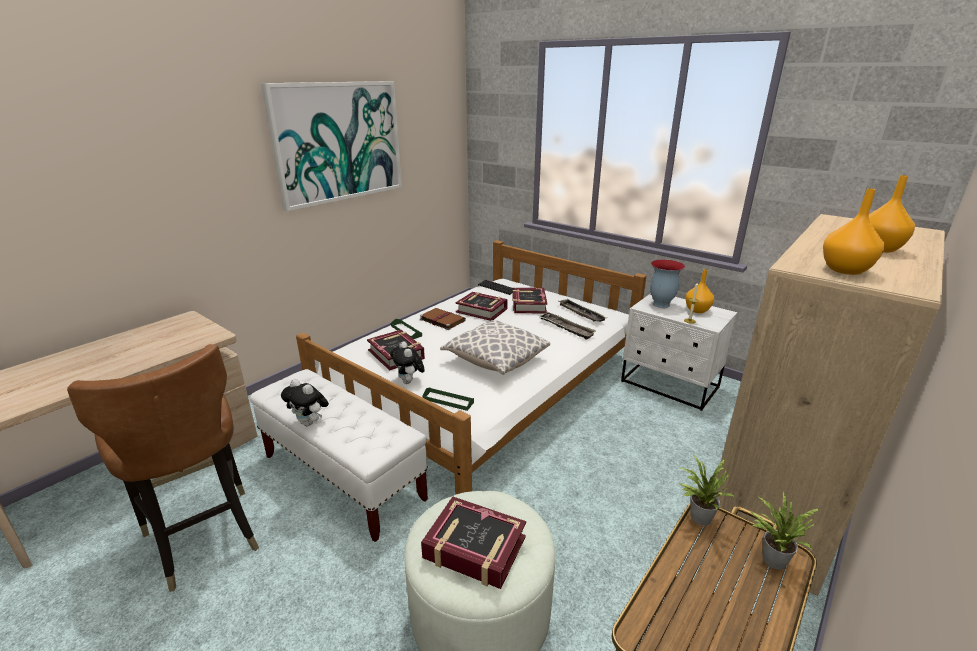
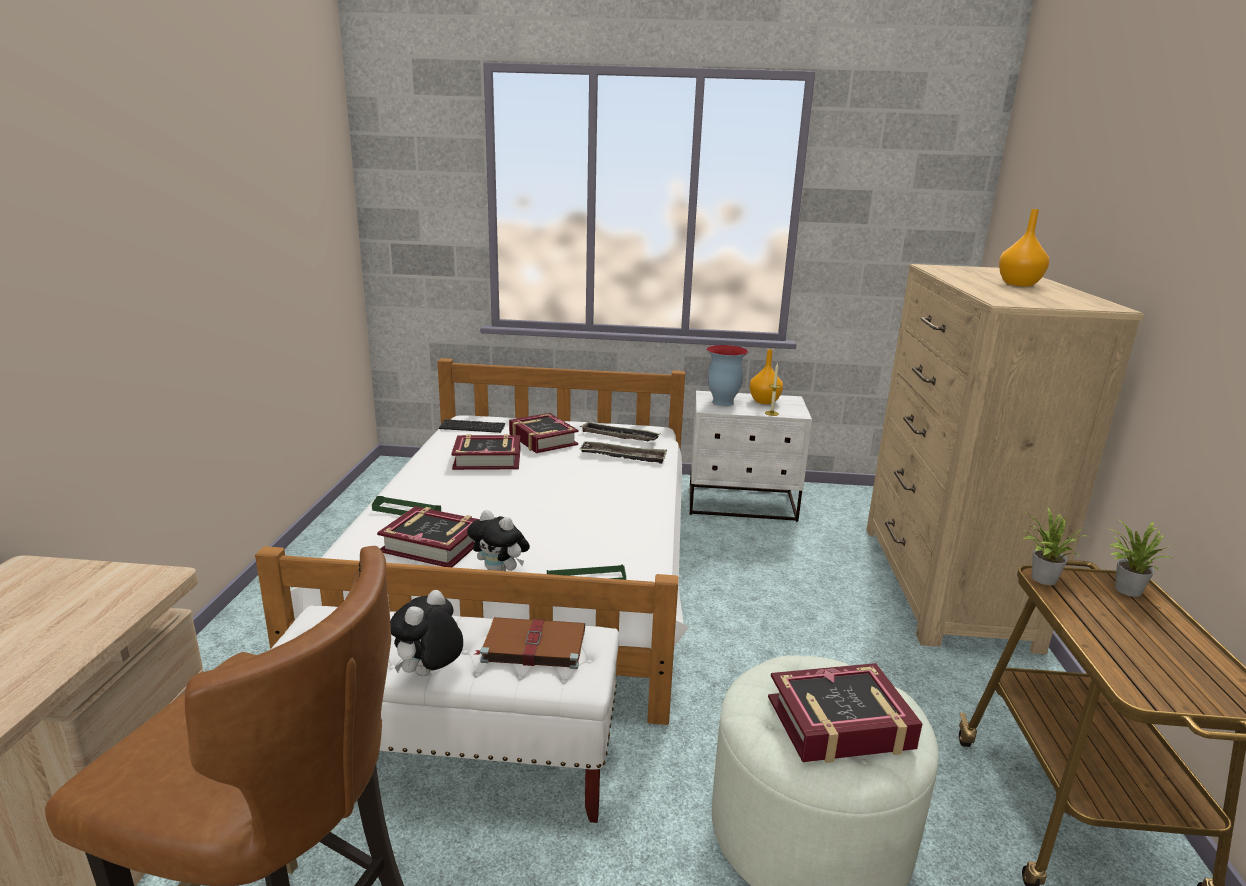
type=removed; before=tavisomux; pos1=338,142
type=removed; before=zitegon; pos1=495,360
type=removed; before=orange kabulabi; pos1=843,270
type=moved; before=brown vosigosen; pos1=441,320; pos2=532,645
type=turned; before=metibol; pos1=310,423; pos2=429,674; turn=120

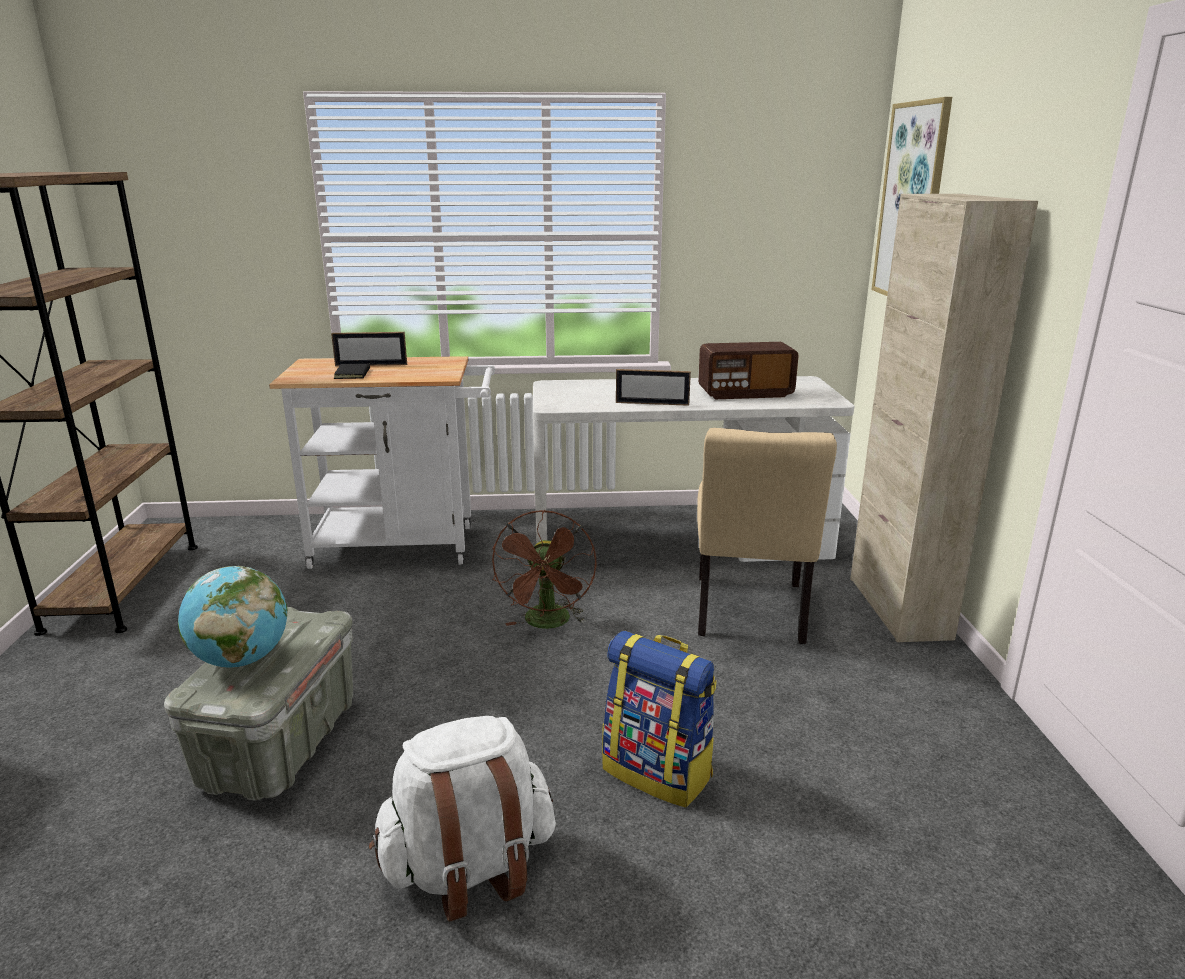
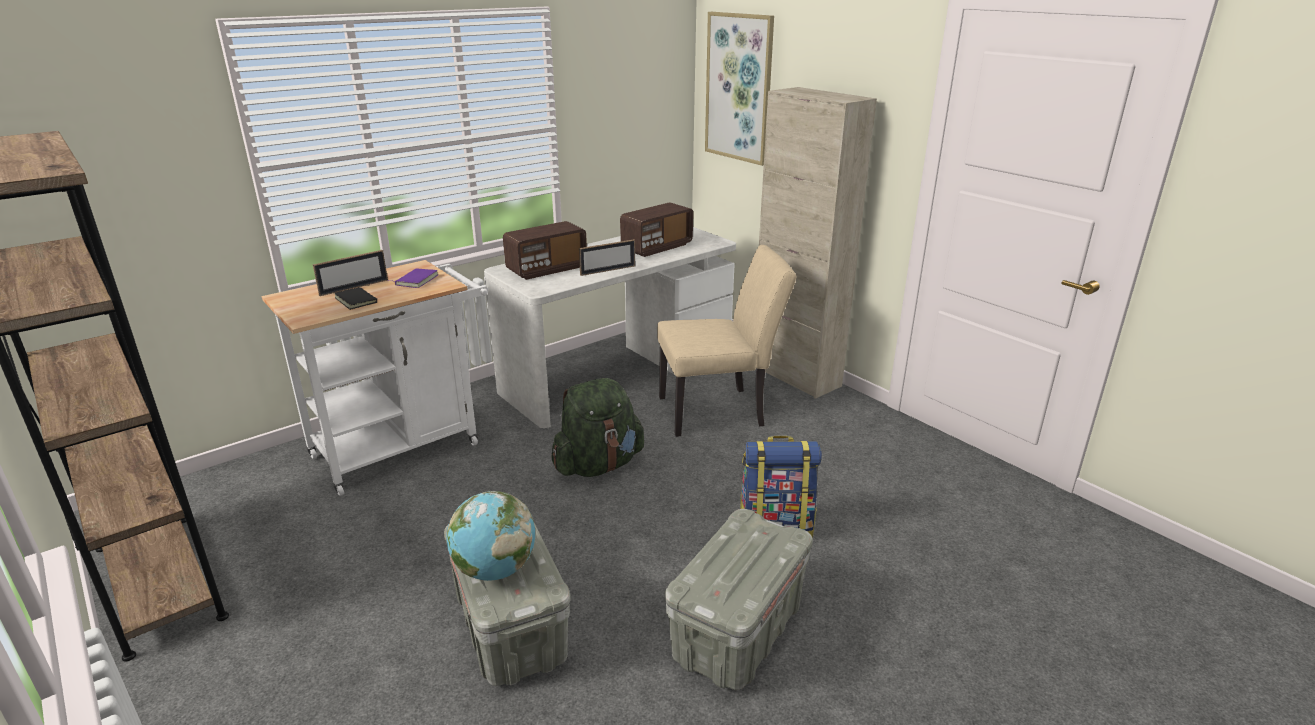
type=added; after=purple vosigosen; pos2=416,280
type=added; after=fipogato; pos2=546,269
type=replaced; before=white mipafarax; after=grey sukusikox; pos1=469,868; pos2=737,634
type=replaced; before=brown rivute; after=green mipafarax; pos1=548,624; pos2=598,465
type=turned; before=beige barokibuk; pos1=749,615; pos2=719,411; turn=-75

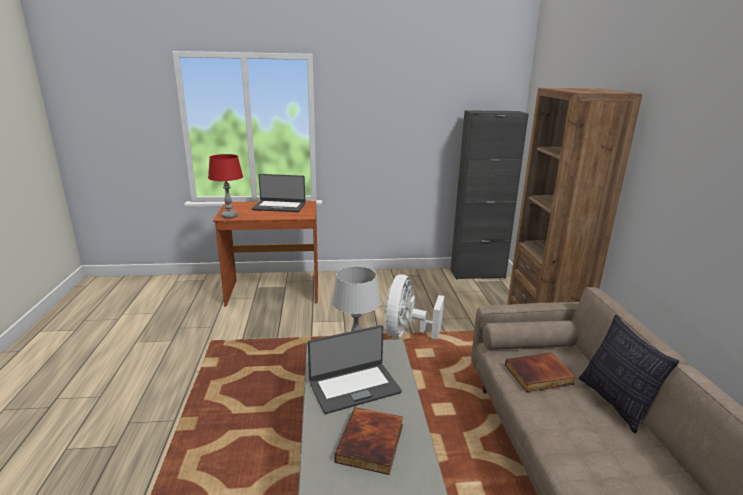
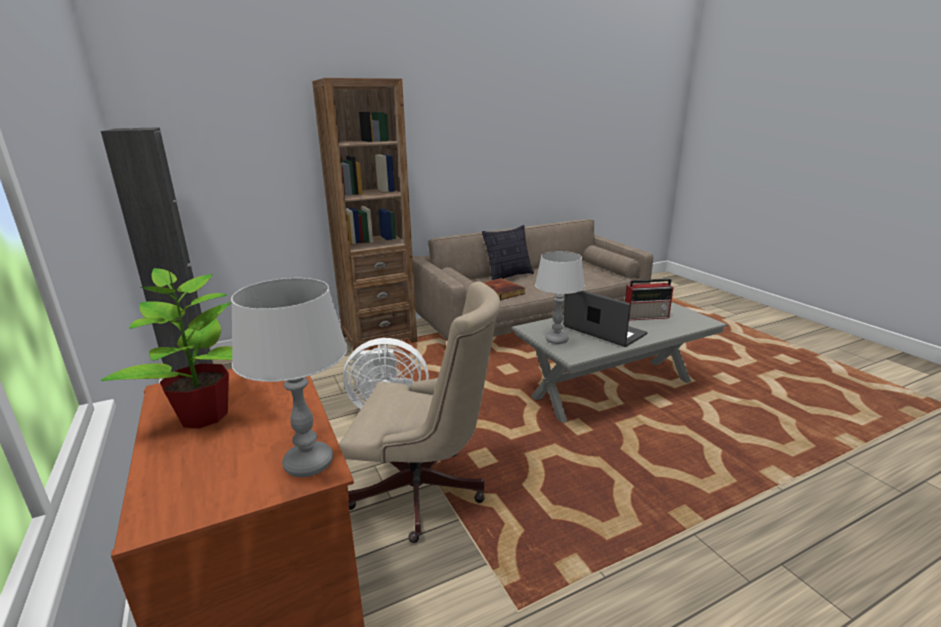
type=added; after=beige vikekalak; pos2=426,493
type=replaced; before=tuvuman; after=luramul; pos1=279,206; pos2=203,417
type=replaced; before=vosigosen; after=fipogato; pos1=371,443; pos2=646,316
type=recoloured; before=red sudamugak; after=grey sudamugak; pos1=229,216; pos2=309,463

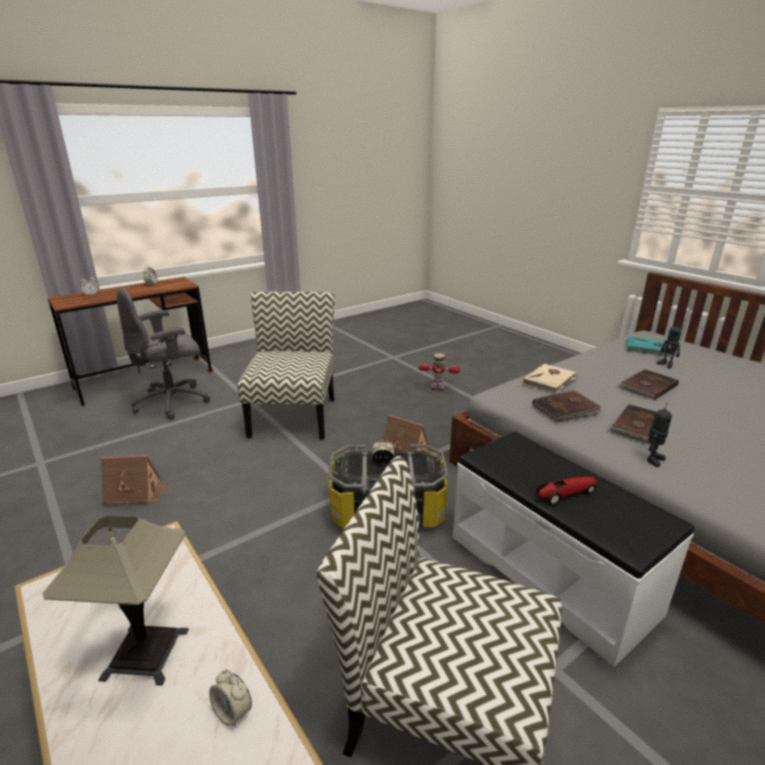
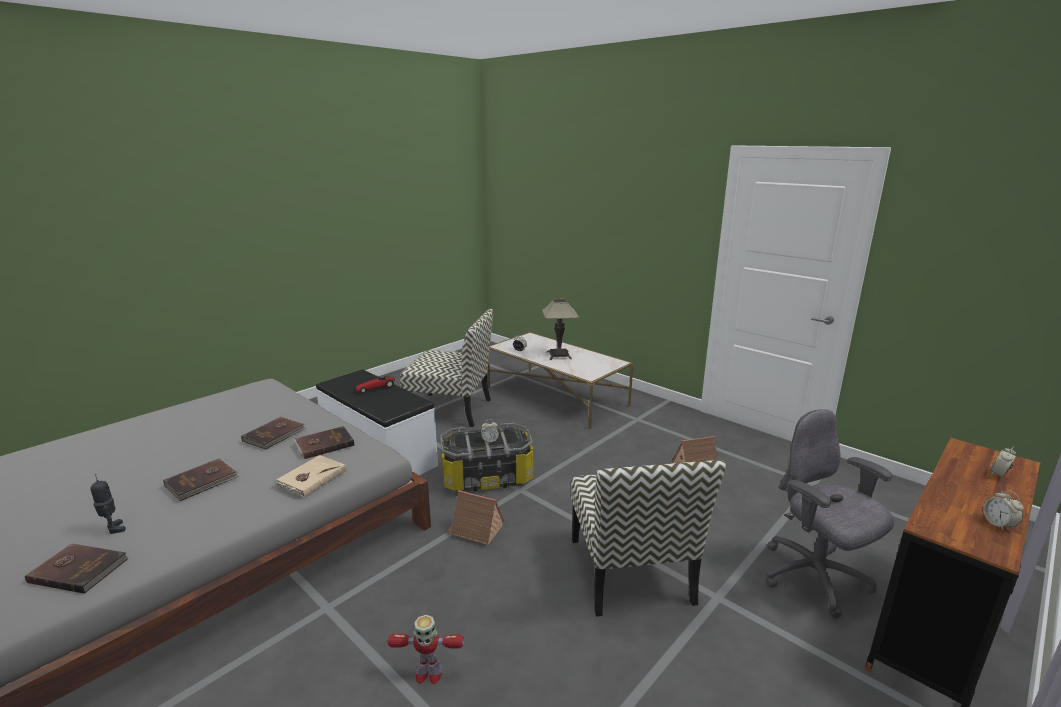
type=removed; before=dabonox; pos1=652,459
type=recoloured; before=turquoise vosigosen; after=brown vosigosen; pos1=649,349; pos2=79,570
type=turned; before=grey vikekalak; pos1=173,402; pos2=815,578; turn=-75

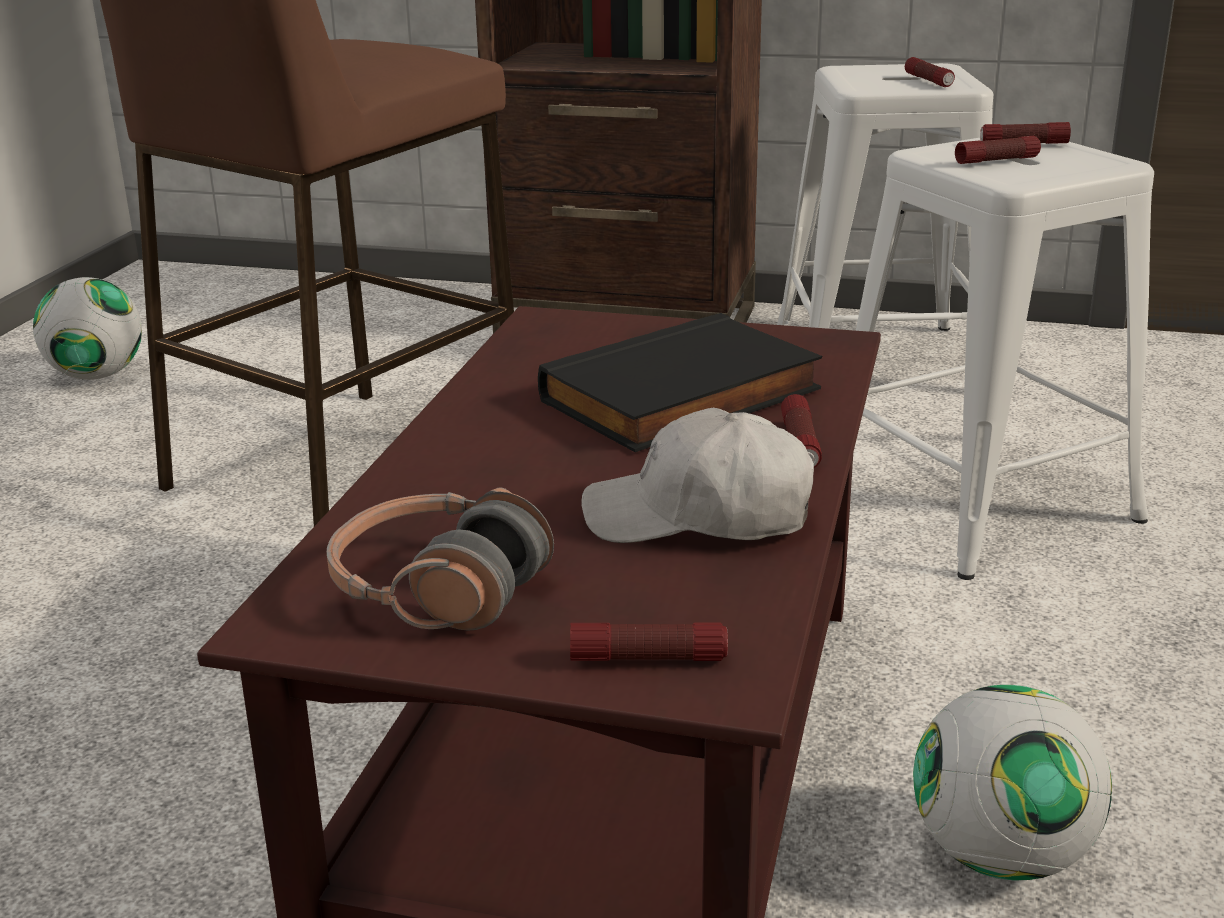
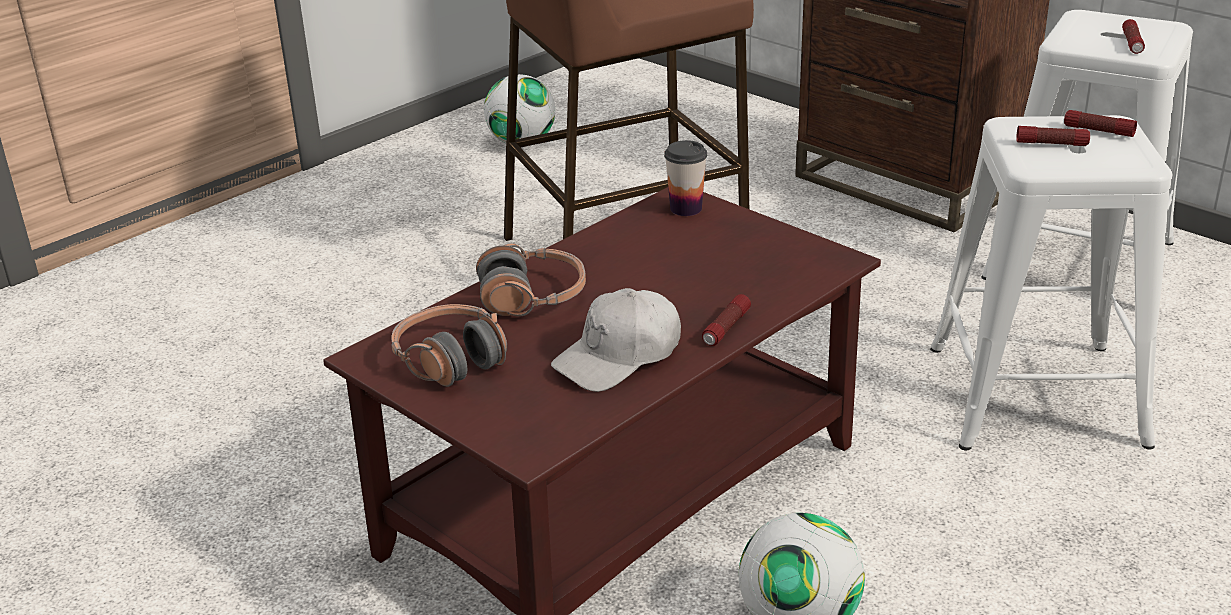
type=removed; before=black vosigosen; pos1=683,398
type=removed; before=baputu; pos1=648,658
type=added; after=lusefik; pos2=532,298
type=added; after=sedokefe; pos2=686,208
type=turned; before=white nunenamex; pos1=700,516; pos2=619,357; turn=-75

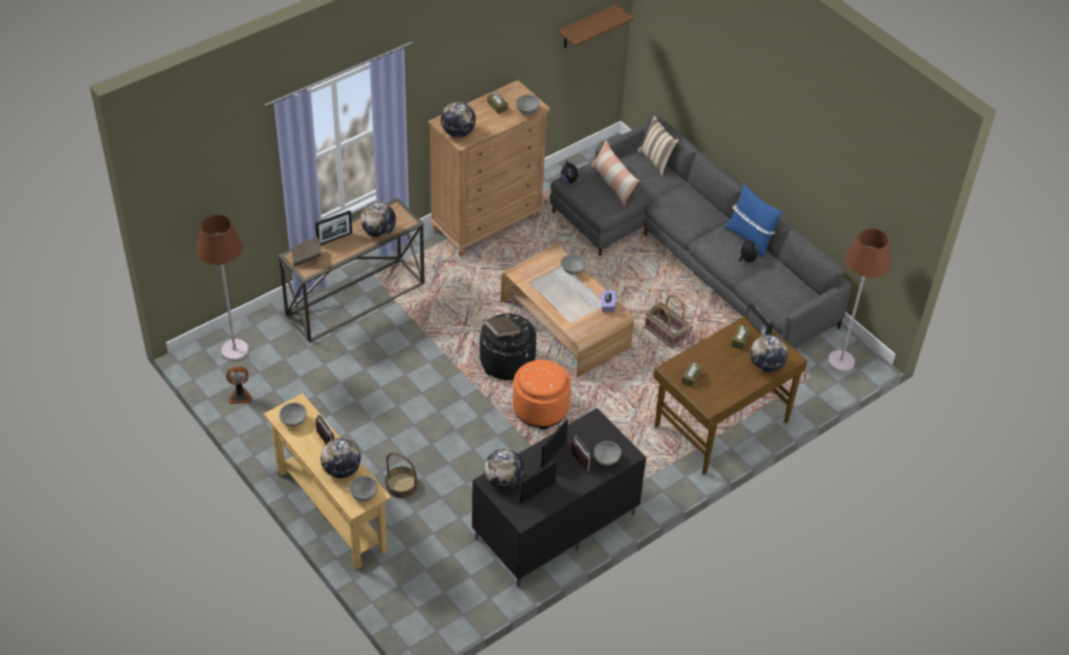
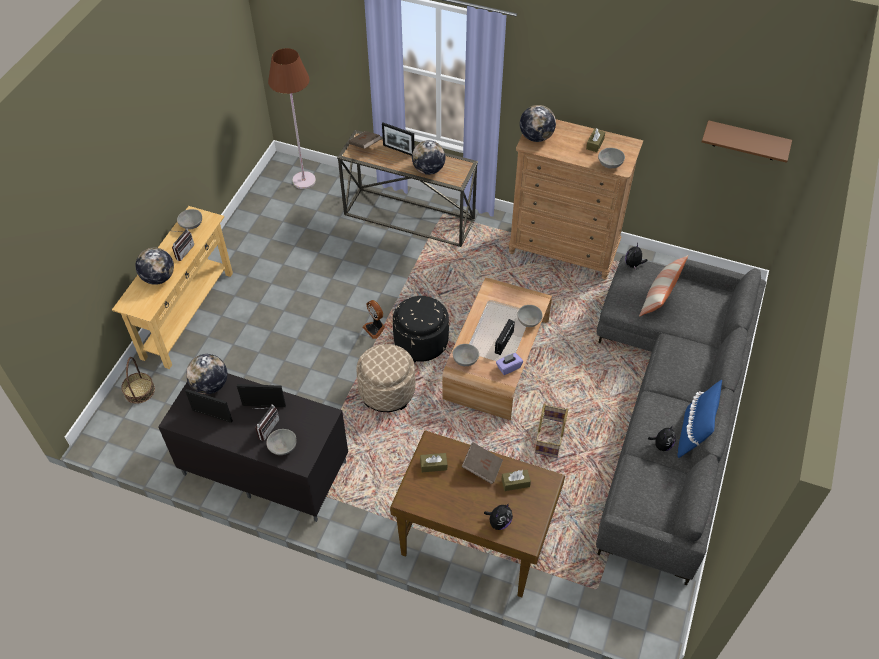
type=removed; before=beige zitegon; pos1=657,161
type=removed; before=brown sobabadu; pos1=841,361
type=moved; before=rivute; pos1=240,396; pos2=375,328
type=moved; before=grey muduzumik; pos1=363,494; pos2=465,360
type=moved; before=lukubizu; pos1=401,485; pos2=139,390
type=moved; before=brown vosigosen; pos1=502,331; pos2=482,467
type=moved; before=fipogato; pos1=757,327; pos2=503,342
type=replaced; before=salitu; after=metibol; pos1=766,365; pos2=499,522
type=recoloured; before=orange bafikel; after=beige bafikel; pos1=540,409; pos2=387,391

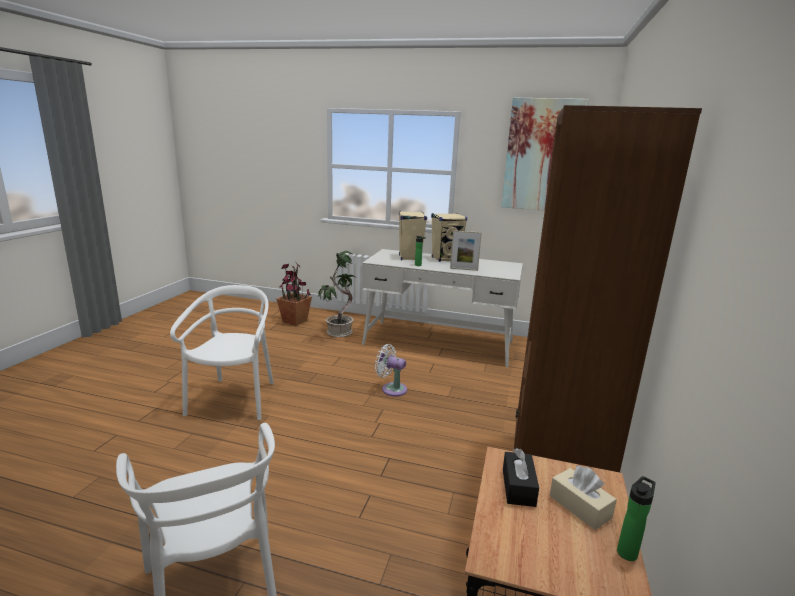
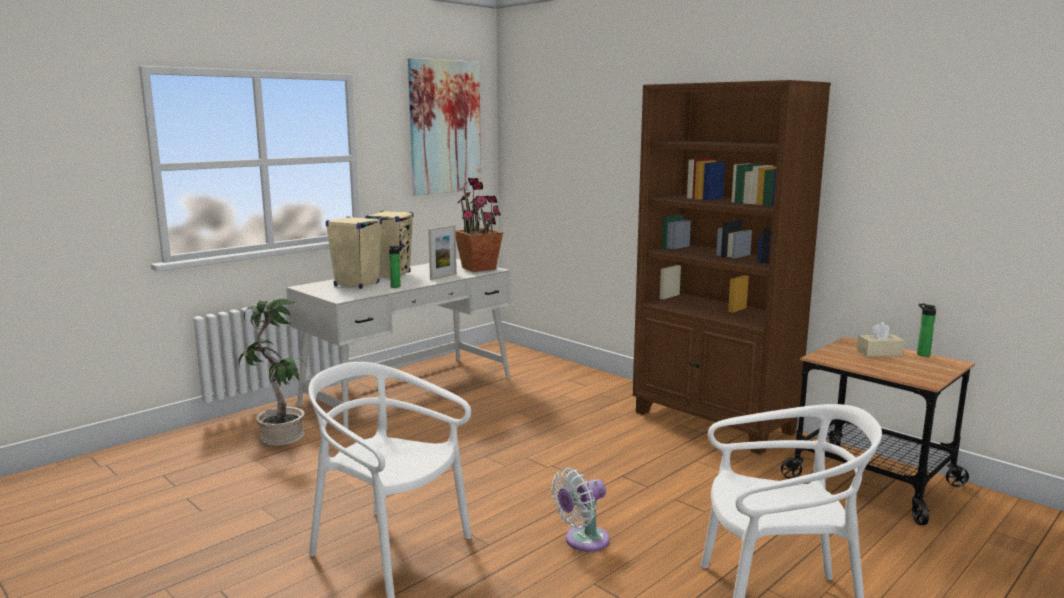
type=removed; before=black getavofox; pos1=518,487
type=moved; before=luramul; pos1=294,321; pos2=479,268
type=moved; before=white rivute; pos1=391,389; pos2=583,541

